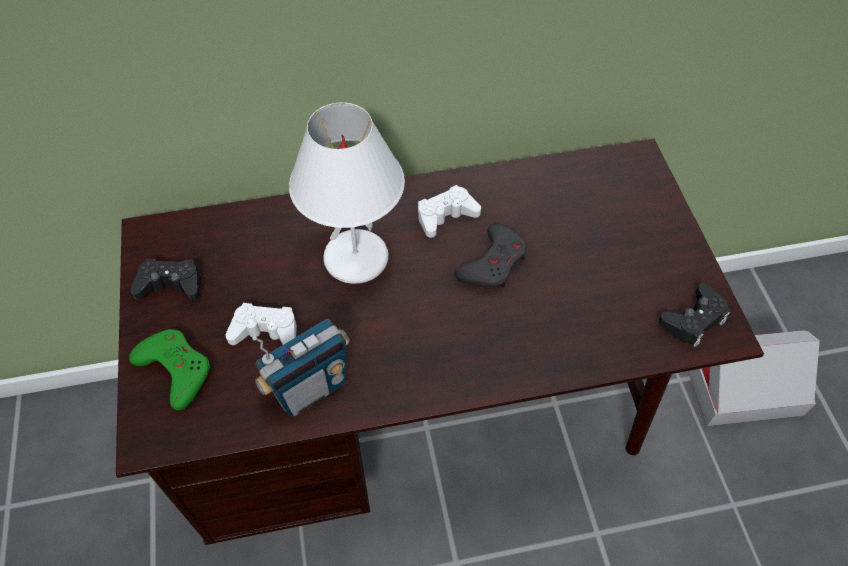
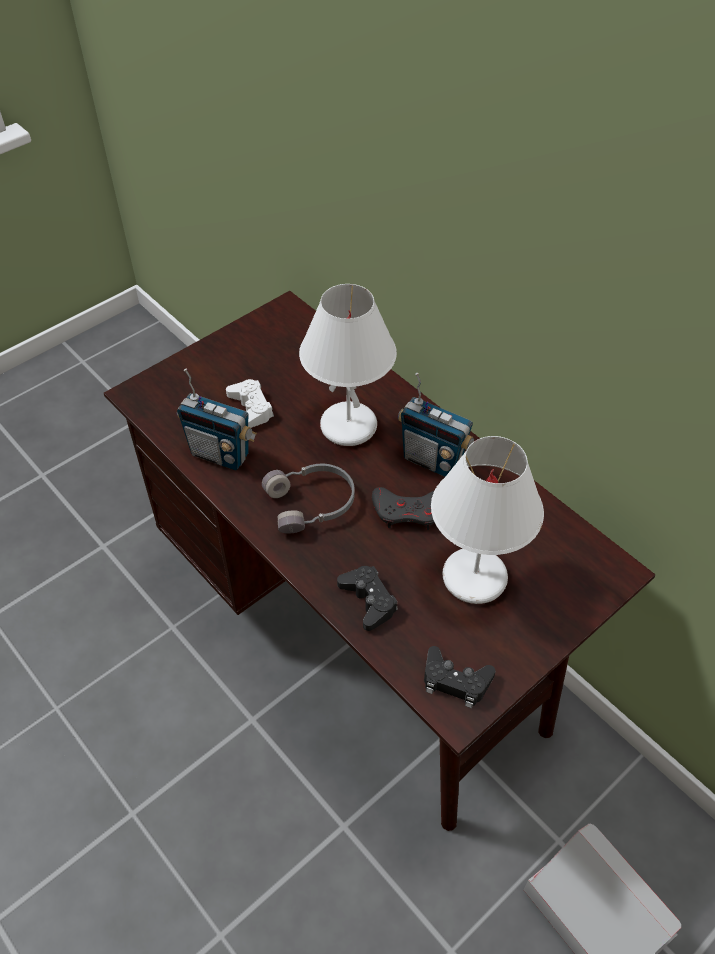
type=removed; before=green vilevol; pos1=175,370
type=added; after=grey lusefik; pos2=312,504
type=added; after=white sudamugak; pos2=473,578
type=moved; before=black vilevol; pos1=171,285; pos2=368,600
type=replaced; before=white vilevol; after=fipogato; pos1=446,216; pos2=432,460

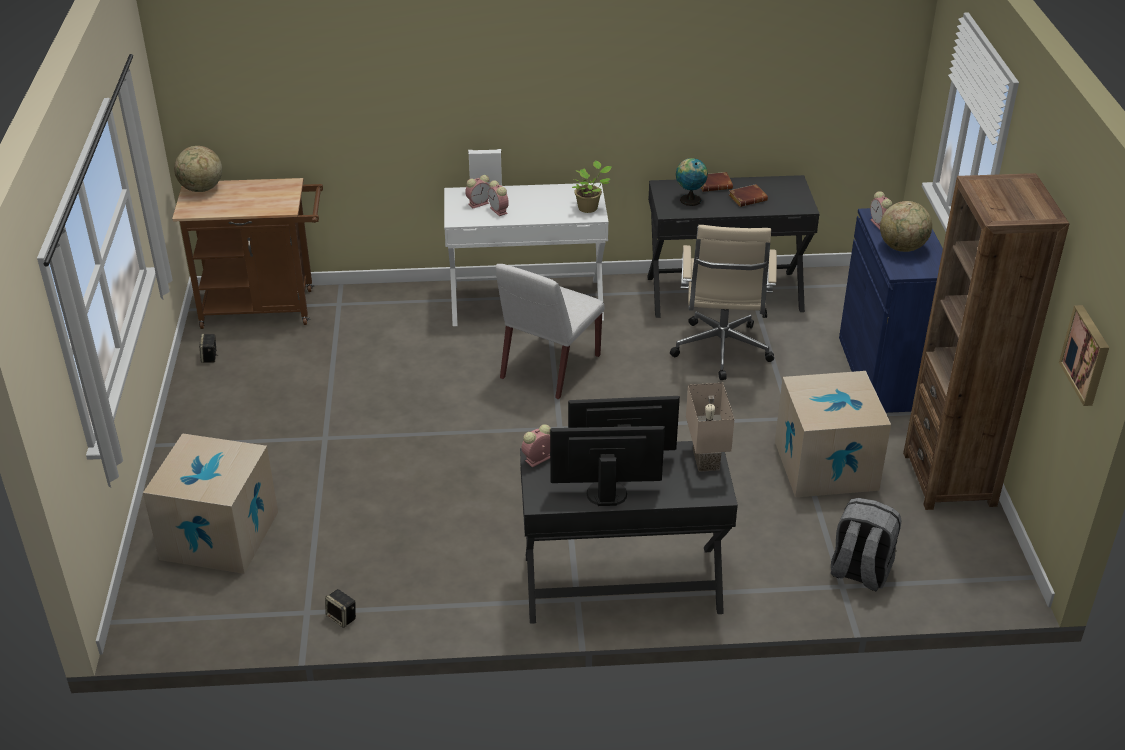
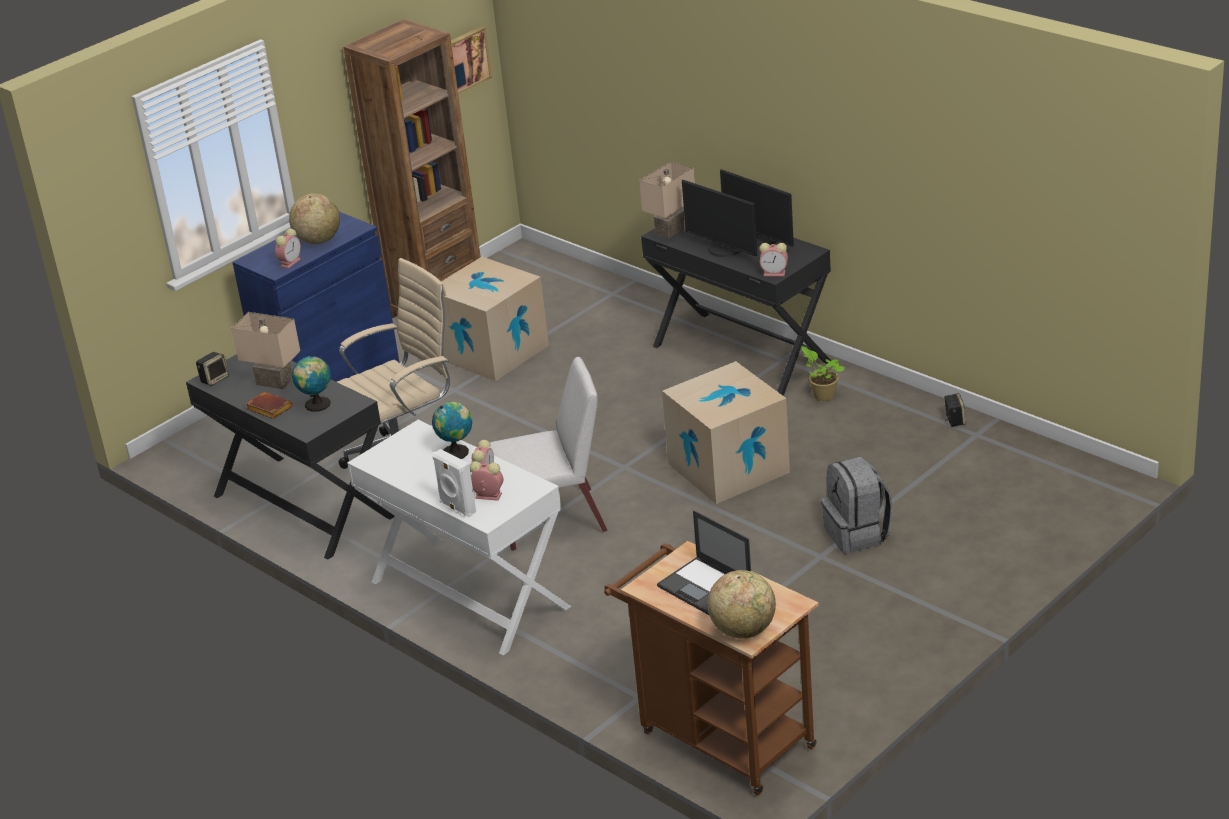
type=added; after=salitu; pos2=457,452
type=added; after=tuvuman; pos2=706,587
type=moved; before=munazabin; pos1=219,535; pos2=728,468
type=moved; before=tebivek; pos1=210,357; pos2=215,379
type=moved; before=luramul; pos1=589,208; pos2=822,395
type=moved; before=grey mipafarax; pos1=859,572; pos2=858,534
type=replaced; before=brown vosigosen; after=beige sudamugak; pos1=748,198; pos2=273,383

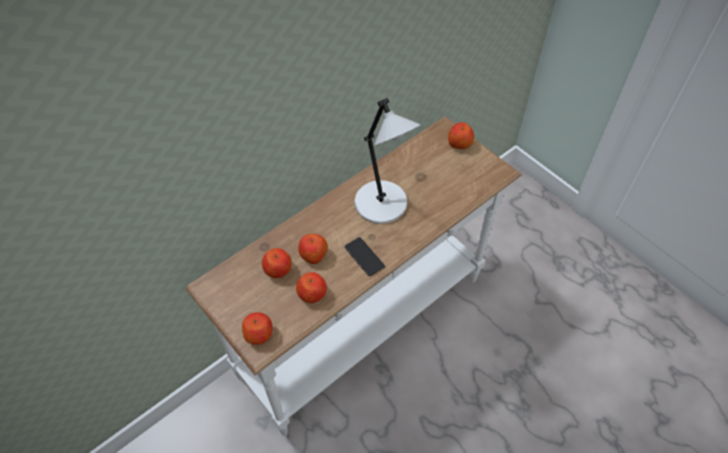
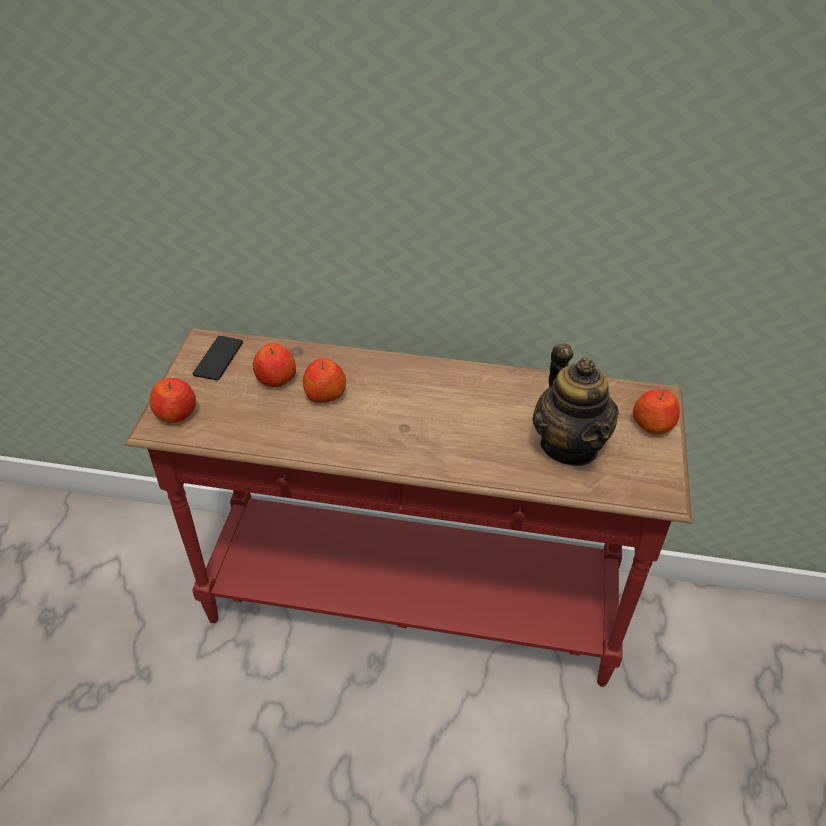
type=removed; before=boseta; pos1=312,294
type=removed; before=grey sudamugak; pos1=383,205
type=added; after=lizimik; pos2=569,445
type=moved; before=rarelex; pos1=364,257; pos2=218,358
type=recoloured; before=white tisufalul; after=red tisufalul; pos1=364,328; pos2=411,606

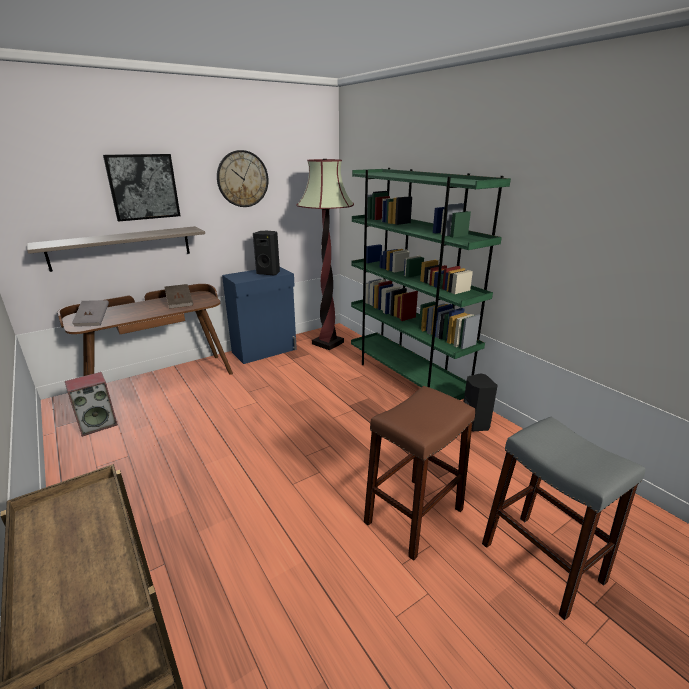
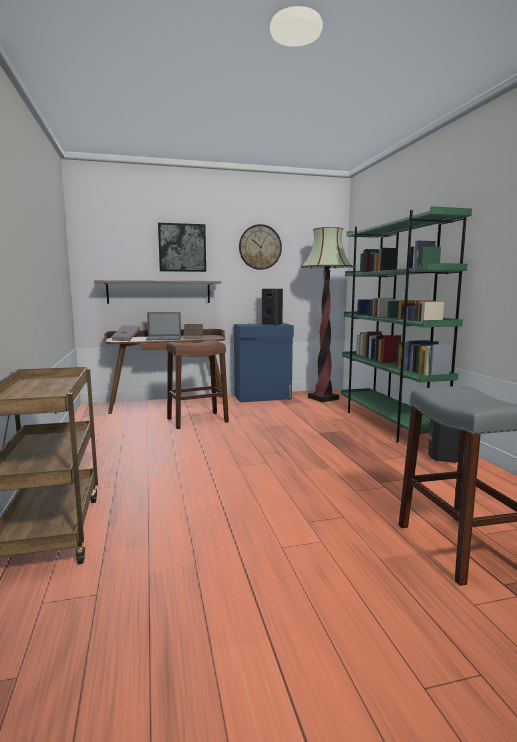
type=removed; before=tebivek; pos1=98,424
type=added; after=tuvuman; pos2=164,338
type=moved; before=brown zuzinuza; pos1=414,516; pos2=197,420

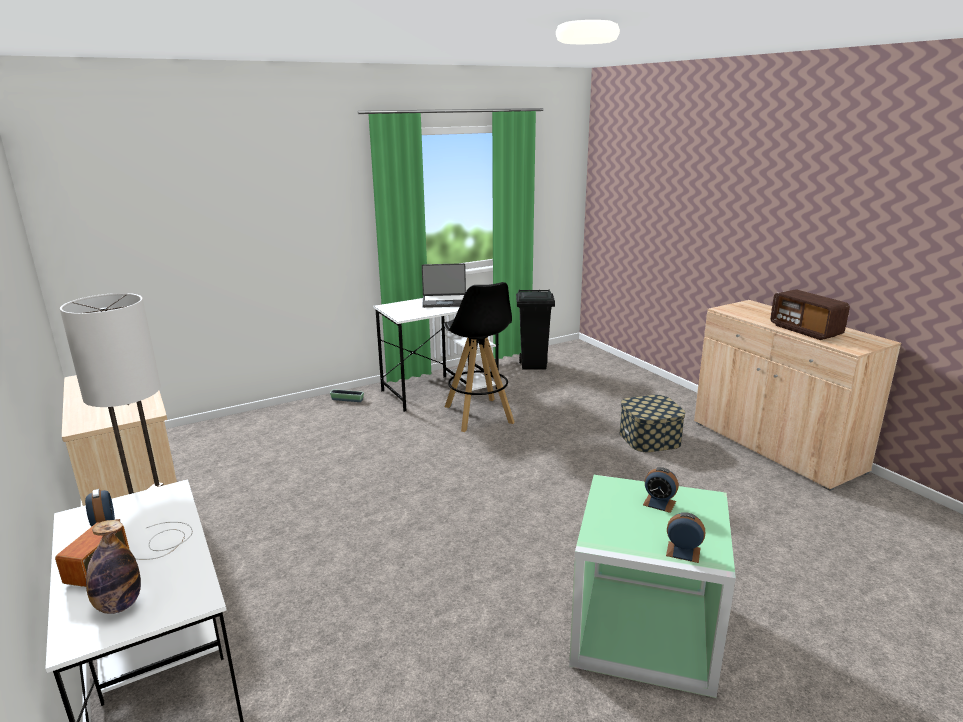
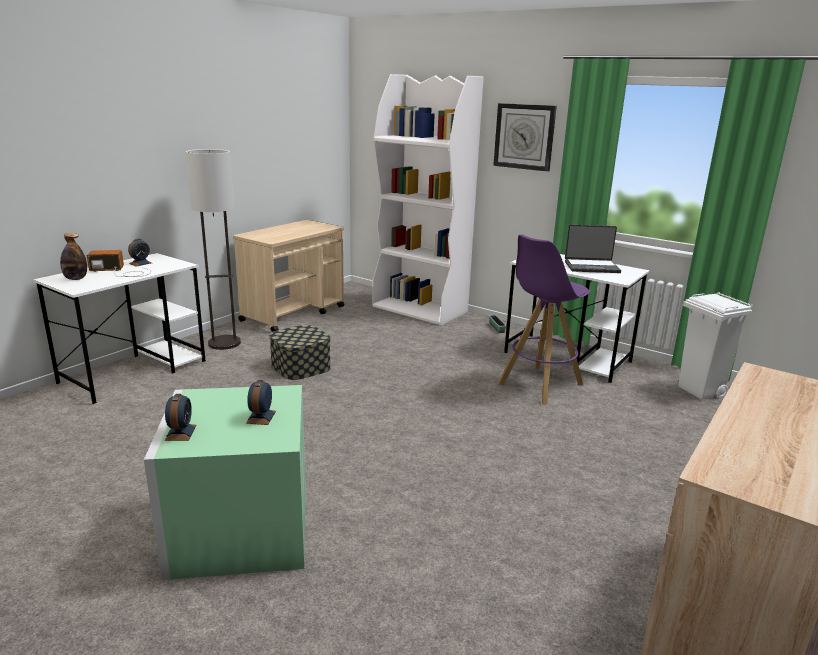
type=removed; before=fipogato; pos1=805,330
type=added; after=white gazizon; pos2=420,309
type=added; after=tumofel; pos2=524,136
type=moved; before=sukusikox; pos1=649,438; pos2=301,366
type=recoloured; before=black zuzinuza; after=purple zuzinuza; pos1=478,415; pos2=539,384
type=recoloured; before=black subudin; after=white subudin; pos1=534,365; pos2=700,391
type=turned; before=tuvuman; pos1=444,302; pos2=591,267; turn=-60

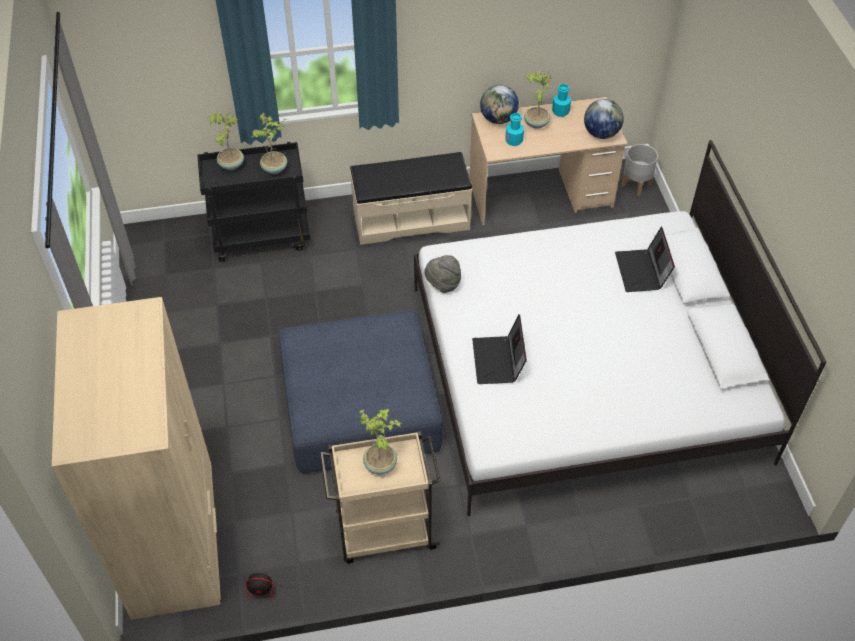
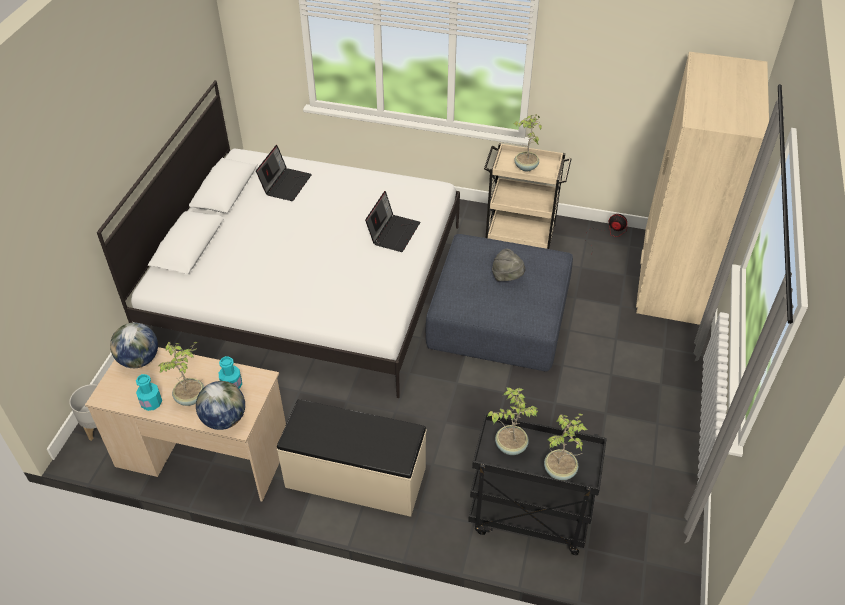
type=moved; before=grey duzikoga; pos1=443,284; pos2=507,277
type=moved; before=tuvuman; pos1=642,272; pos2=285,184

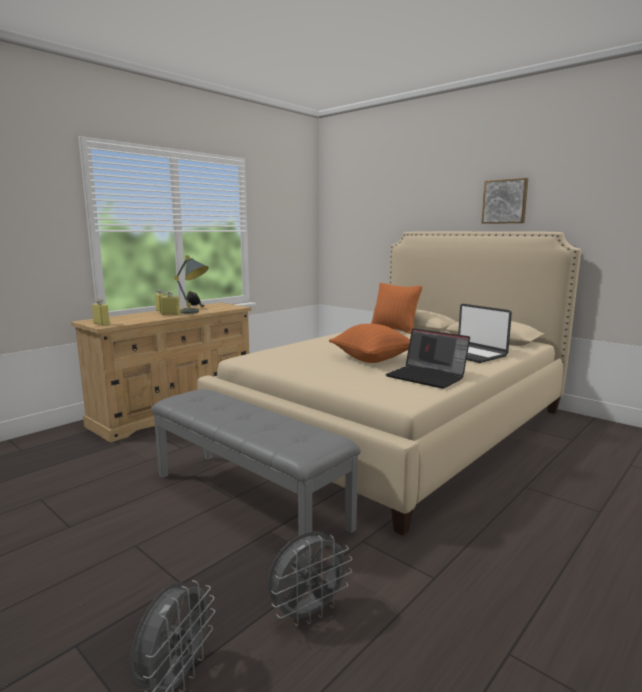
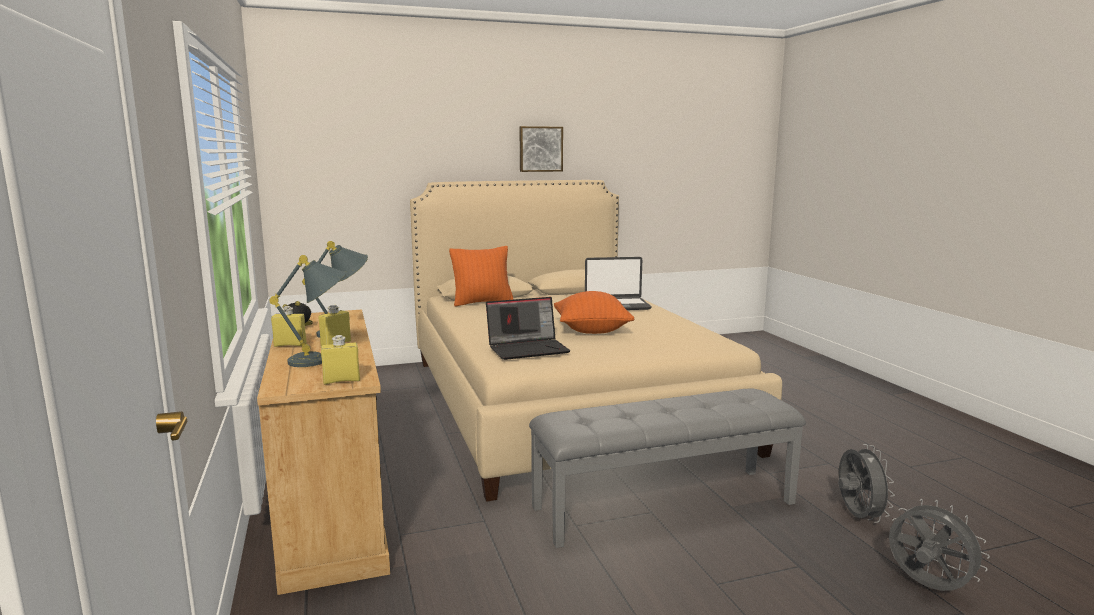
type=added; after=grey sudamugak; pos2=321,360
type=moved; before=tuvuman; pos1=427,377; pos2=528,348

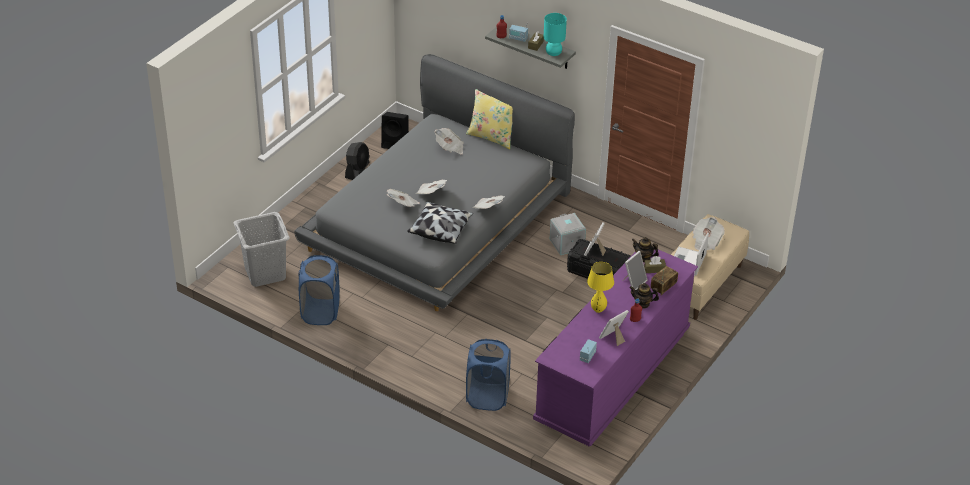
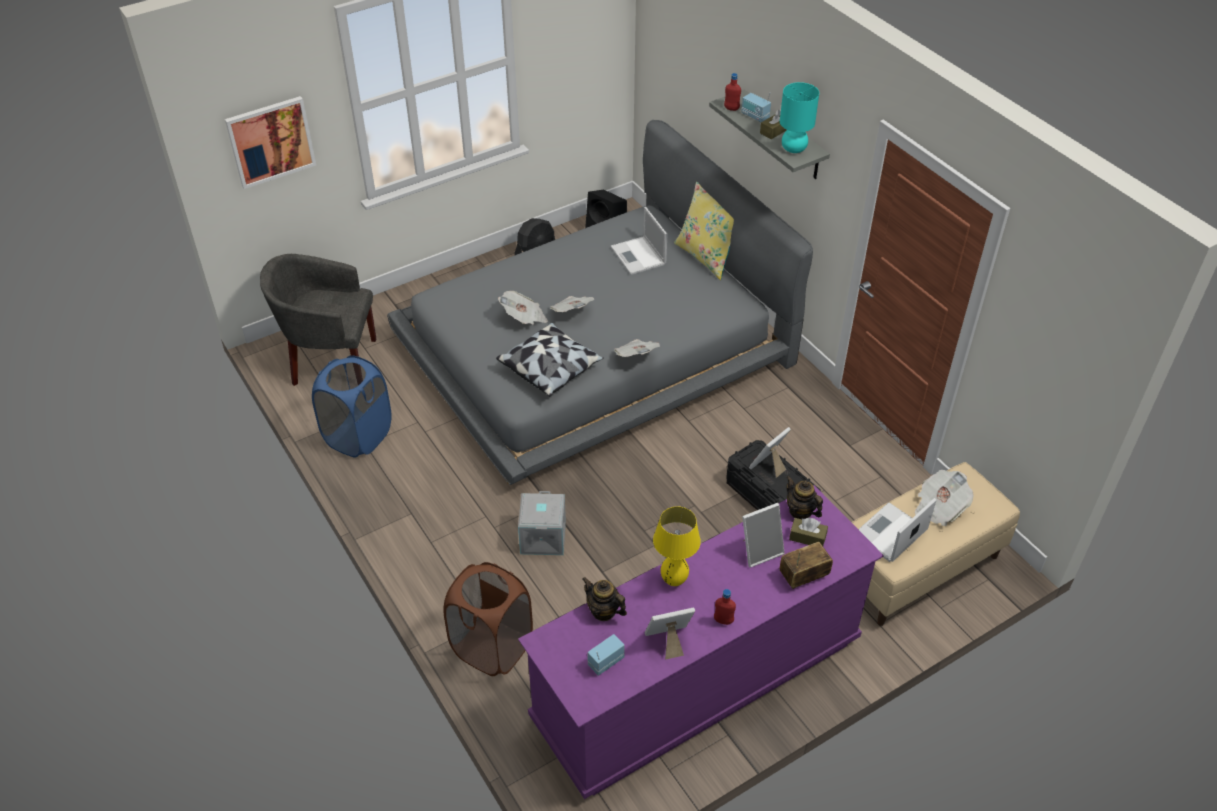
type=added; after=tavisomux; pos2=271,141
type=moved; before=grey sukusikox; pos1=566,244; pos2=542,537
type=moved; before=lizimik; pos1=642,304; pos2=603,611
type=replaced; before=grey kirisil; after=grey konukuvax; pos1=264,273; pos2=330,359
type=replaced; before=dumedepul; after=tuvuman; pos1=450,148; pos2=639,256
type=recoloured; before=blue kirisil; after=brown kirisil; pos1=487,397; pos2=492,647

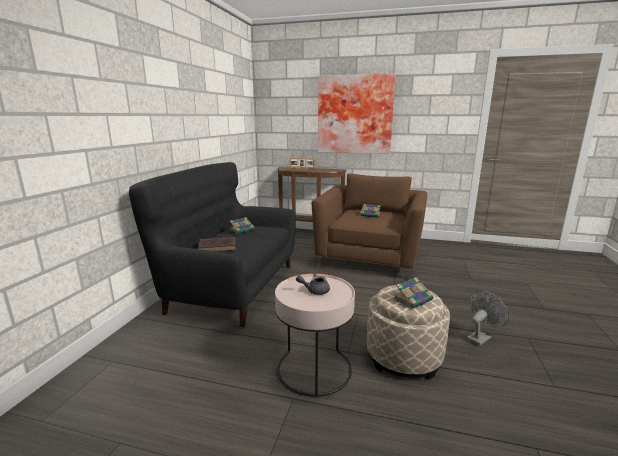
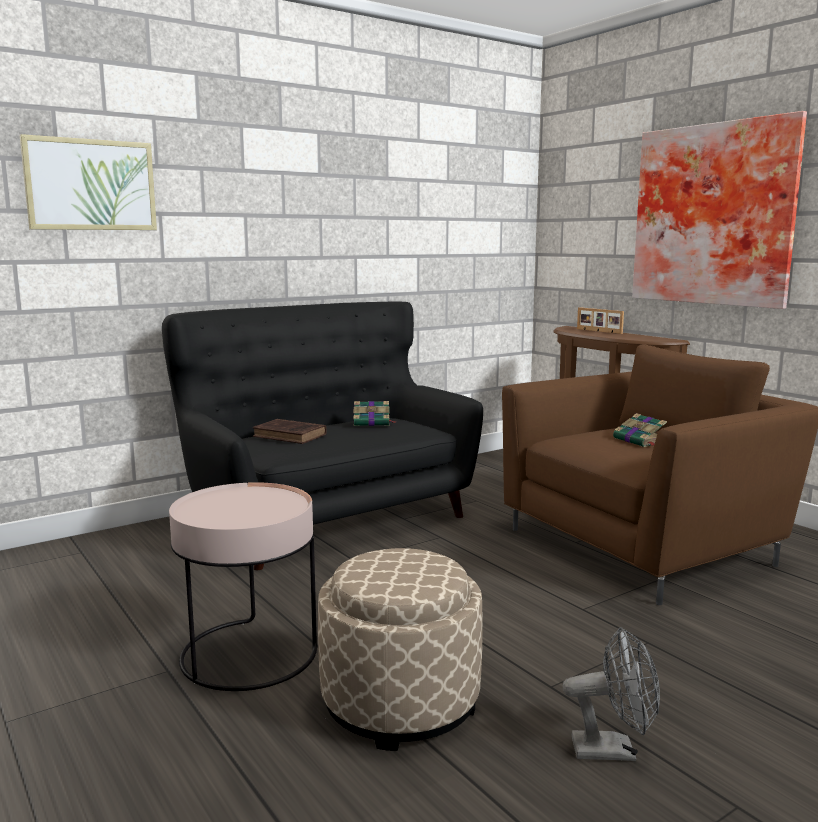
type=removed; before=grey lizimik; pos1=314,290
type=removed; before=vosigosen; pos1=413,299
type=added; after=tavisomux; pos2=90,185

